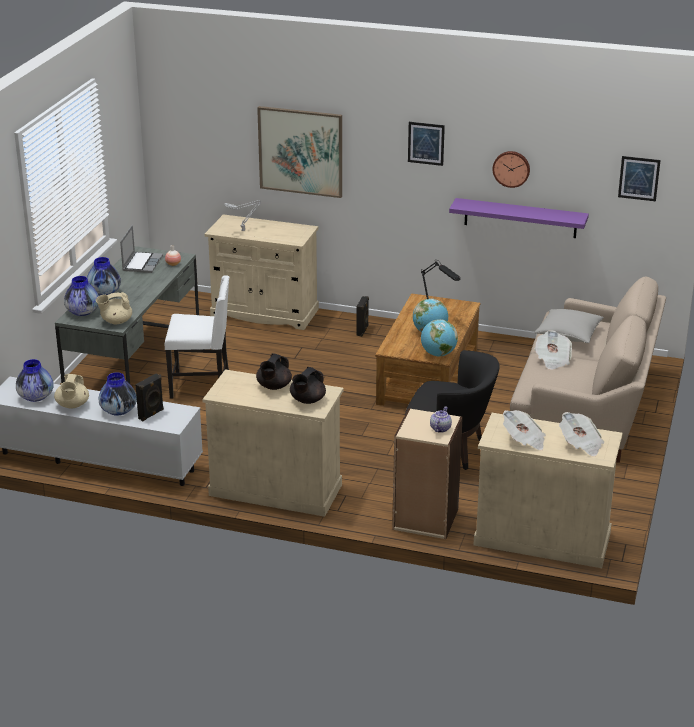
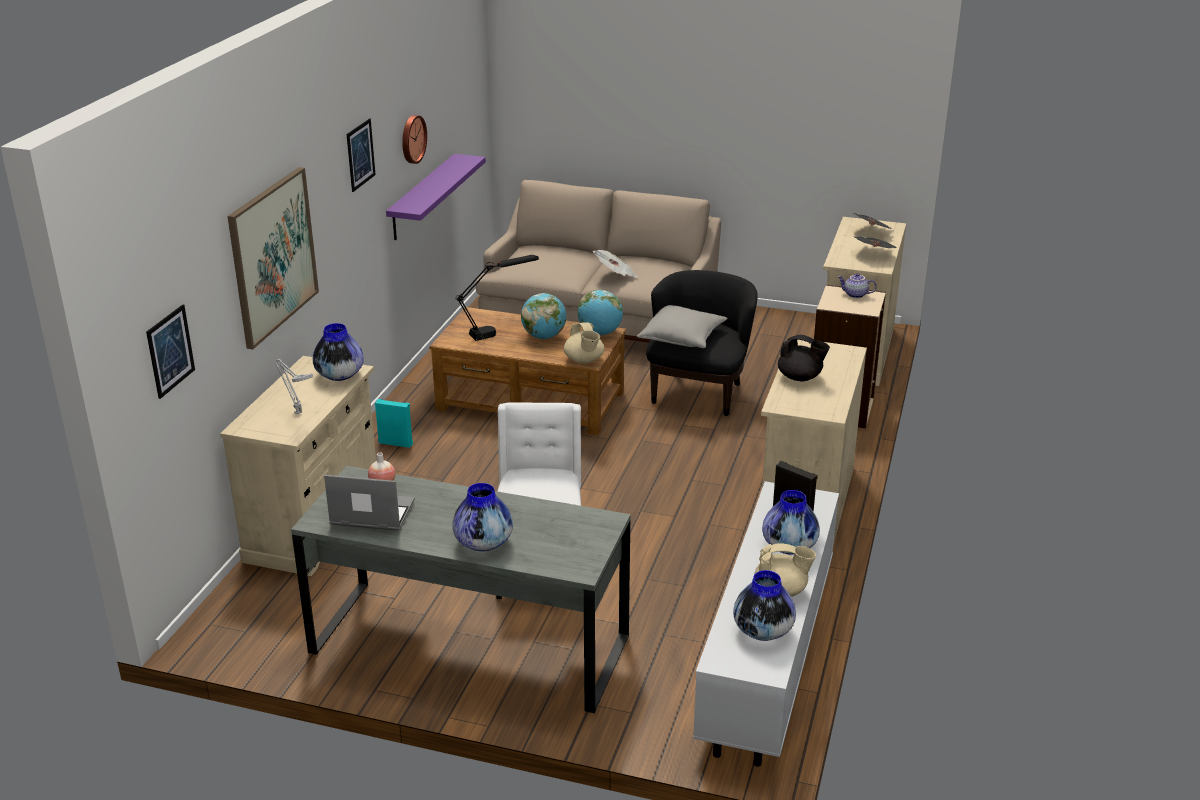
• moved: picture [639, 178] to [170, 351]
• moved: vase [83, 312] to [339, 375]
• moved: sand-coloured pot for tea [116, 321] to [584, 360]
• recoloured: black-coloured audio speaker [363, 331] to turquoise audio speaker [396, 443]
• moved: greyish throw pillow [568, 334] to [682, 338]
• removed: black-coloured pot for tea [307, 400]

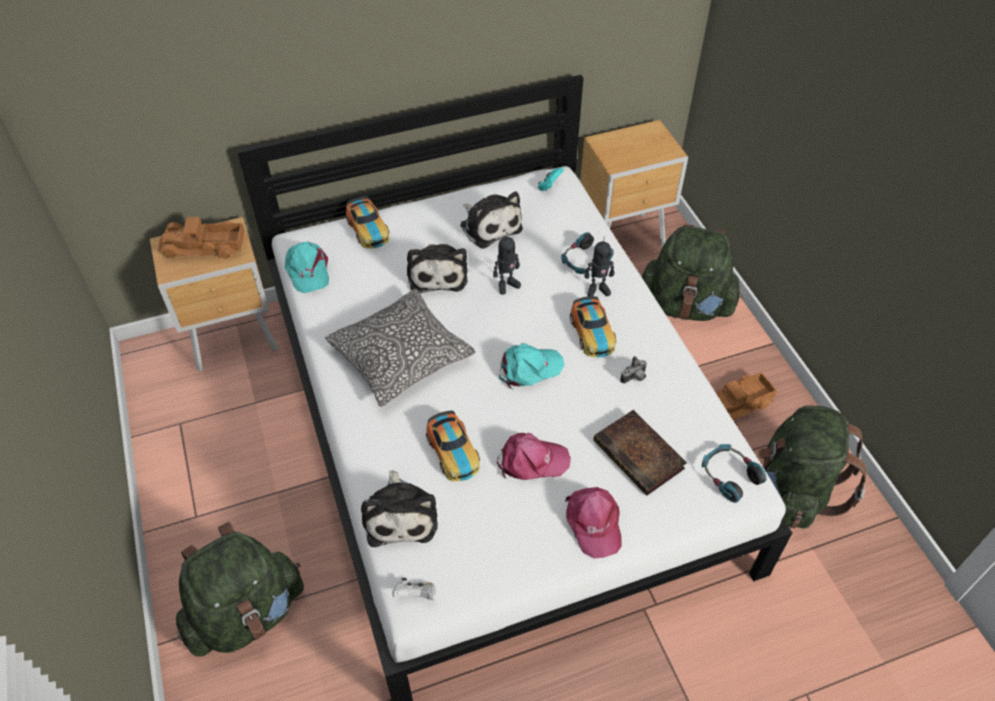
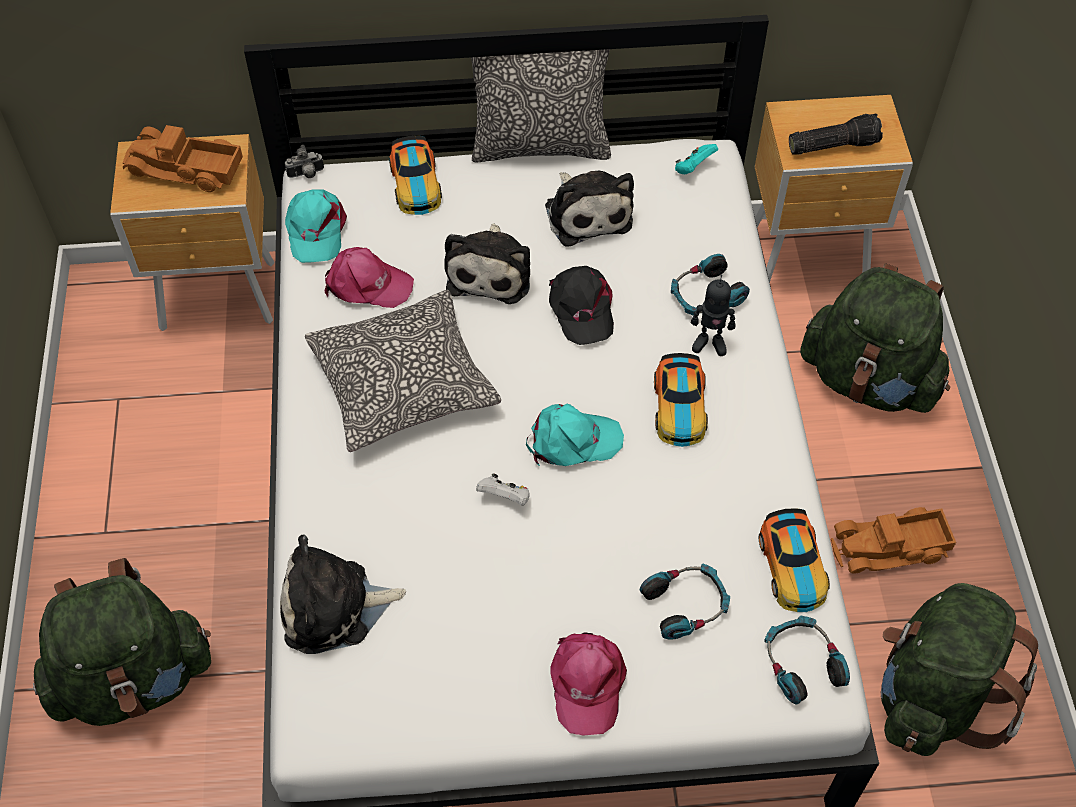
• replaced: toy robot [506, 285] to black-coloured peaked cap [581, 309]
• moved: still camera [634, 378] to [306, 174]
• replaced: volume [640, 456] to pair of headphones [685, 604]
• moved: miniature car [453, 452] to [792, 567]
• moved: pink-coloured peaked cap [532, 461] to [367, 285]
• turned: plush toy [400, 514] = [334, 607] 75 degrees clockwise
• moved: white joypad [416, 595] to [505, 498]
• added: throw pillow [540, 146]
• added: flashlight [833, 144]

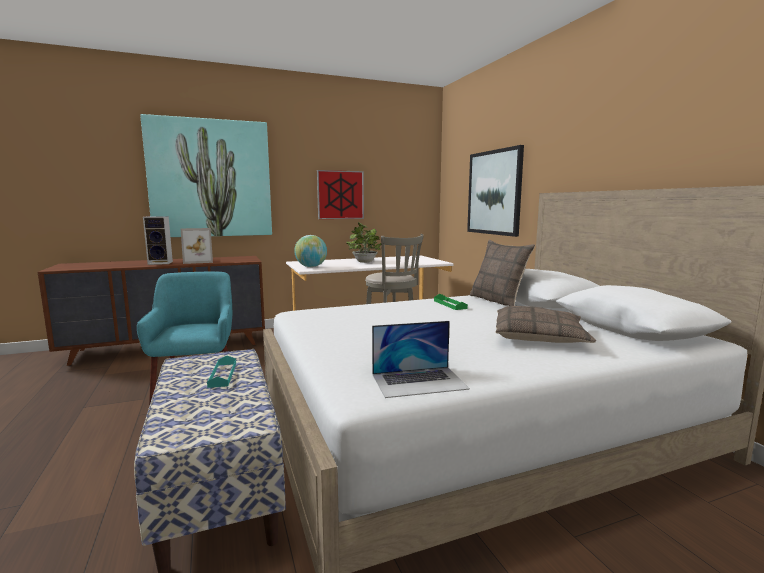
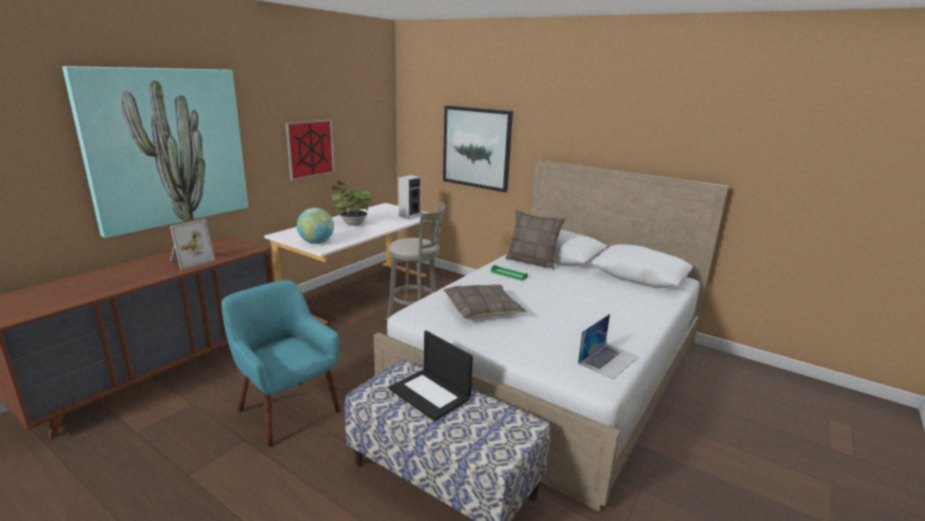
• moved: audio speaker [161, 263] to [410, 216]
• moved: throw pillow [539, 337] to [483, 309]
• replaced: turquoise serving tray [222, 375] to portable computer [430, 394]

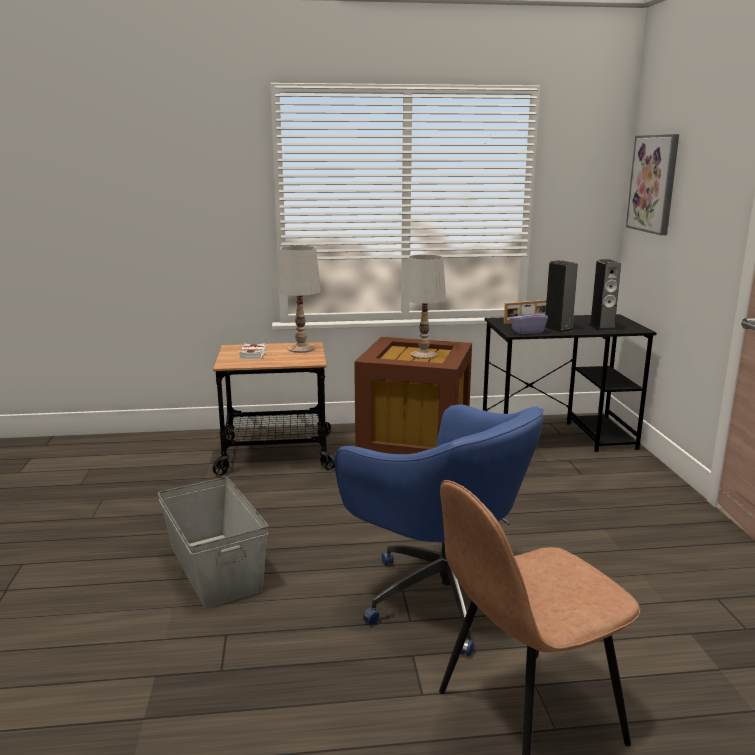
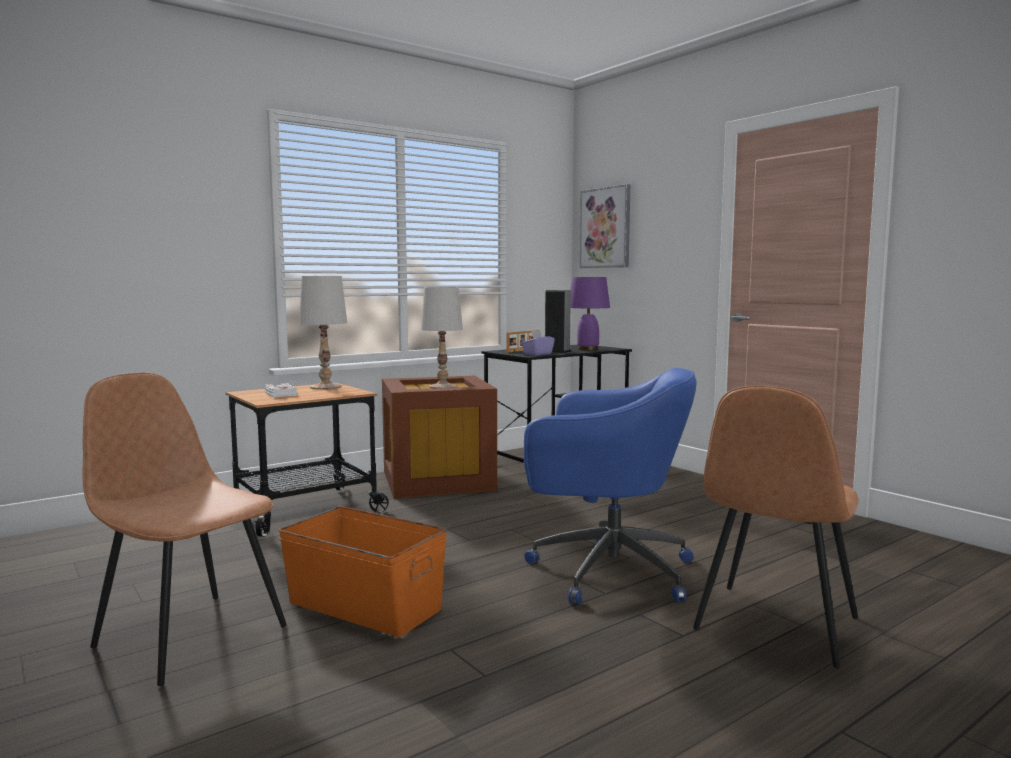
• replaced: audio speaker [602, 327] to purple-coloured table lamp [587, 349]
• recoloured: greyish storage box [215, 568] to orangey storage box [365, 605]
• added: brownish upright chair [189, 635]

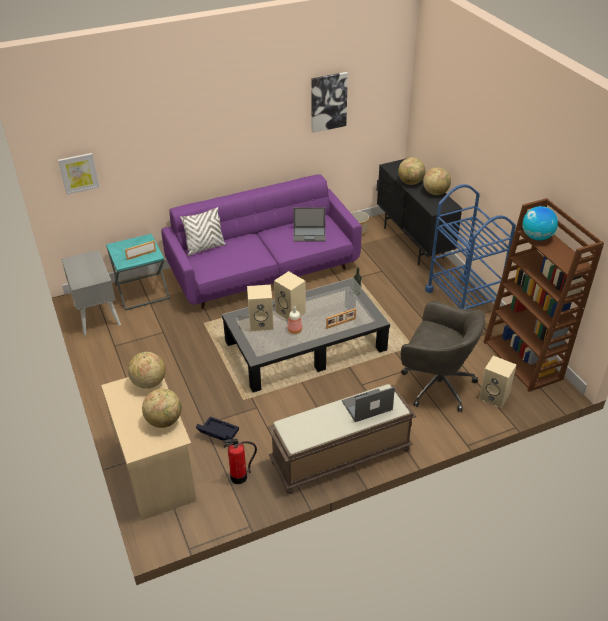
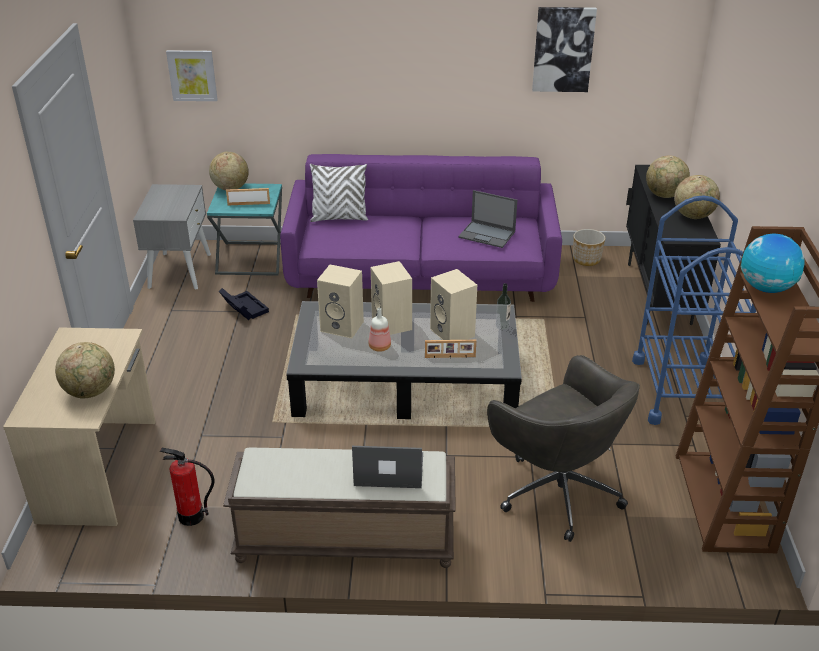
• moved: desk globe [149, 382] to [230, 188]
• moved: sand-coloured audio speaker [494, 397] to [453, 333]
• moved: black-coloured storage box [217, 433] to [243, 308]

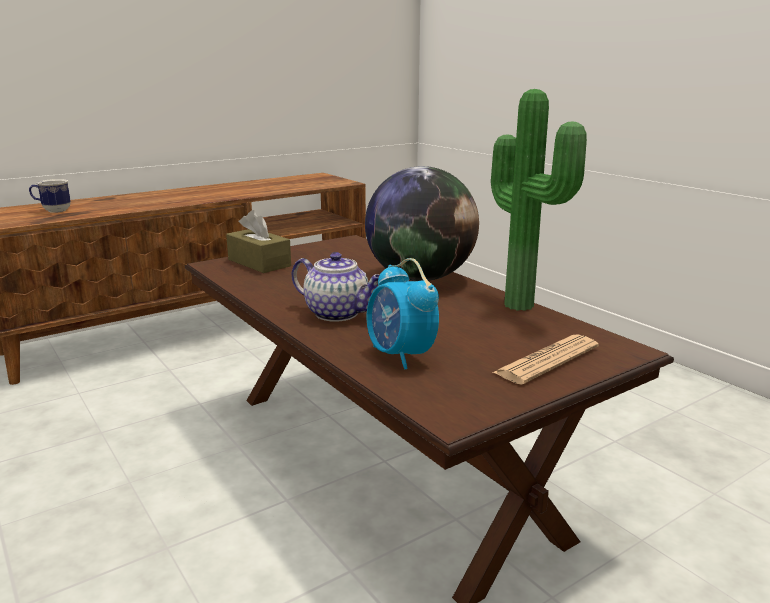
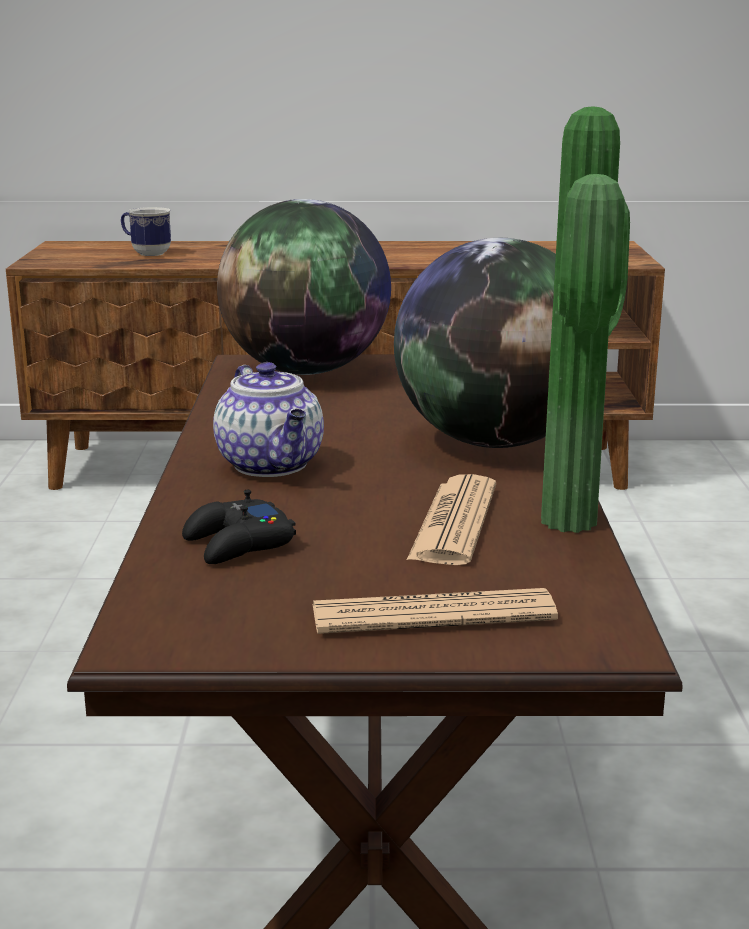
• replaced: brownish box of tissues [259, 263] to desk globe [306, 371]
• replaced: table clock [400, 356] to black-coloured joypad [238, 544]
• added: printed paper [454, 522]

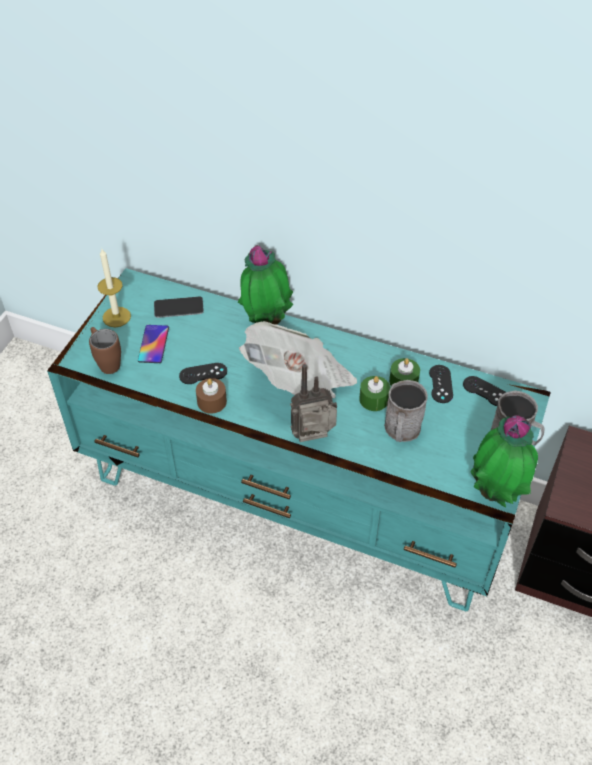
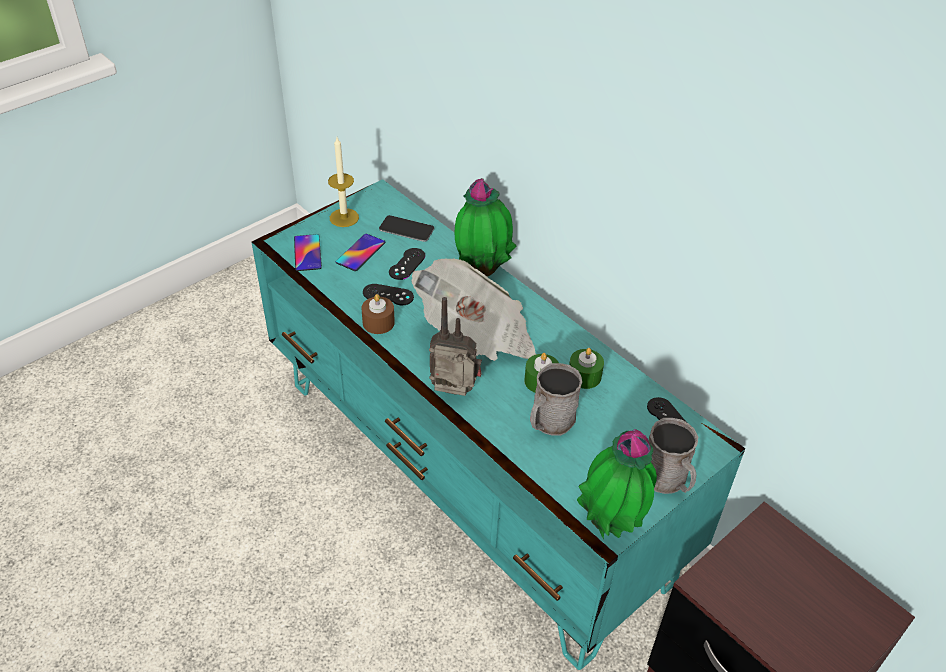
• replaced: brownish mug [106, 362] to phone [307, 253]
• moved: black-coloured joypad [441, 384] to [407, 264]

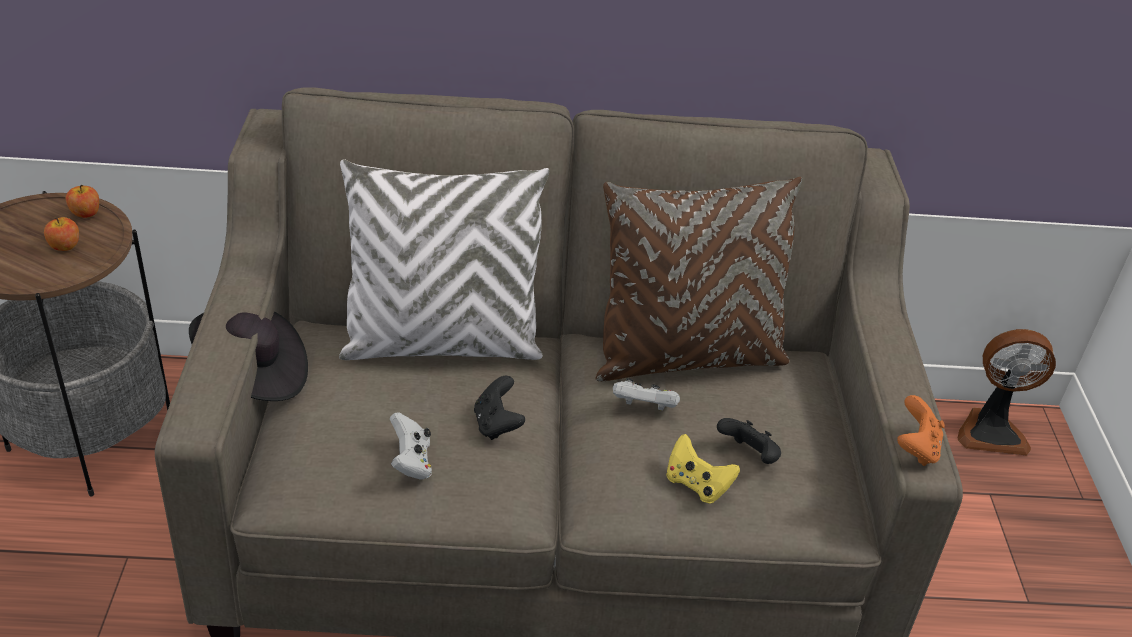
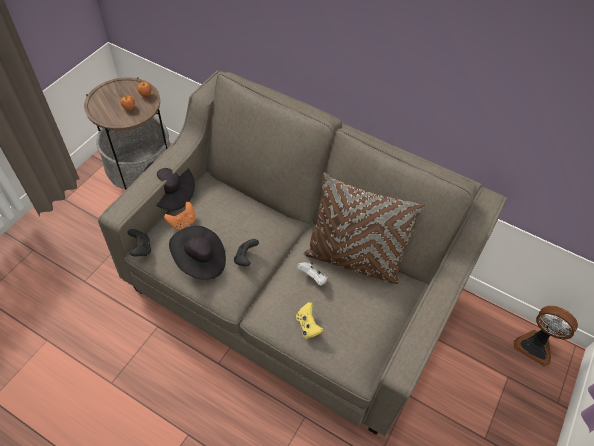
• removed: white throw pillow [442, 344]
• moved: orangey joypad [915, 448] to [182, 222]
• replaced: white joypad [411, 462] to black-coloured clothing hat [200, 261]
• moved: black-coloured joypad [748, 456] to [141, 249]

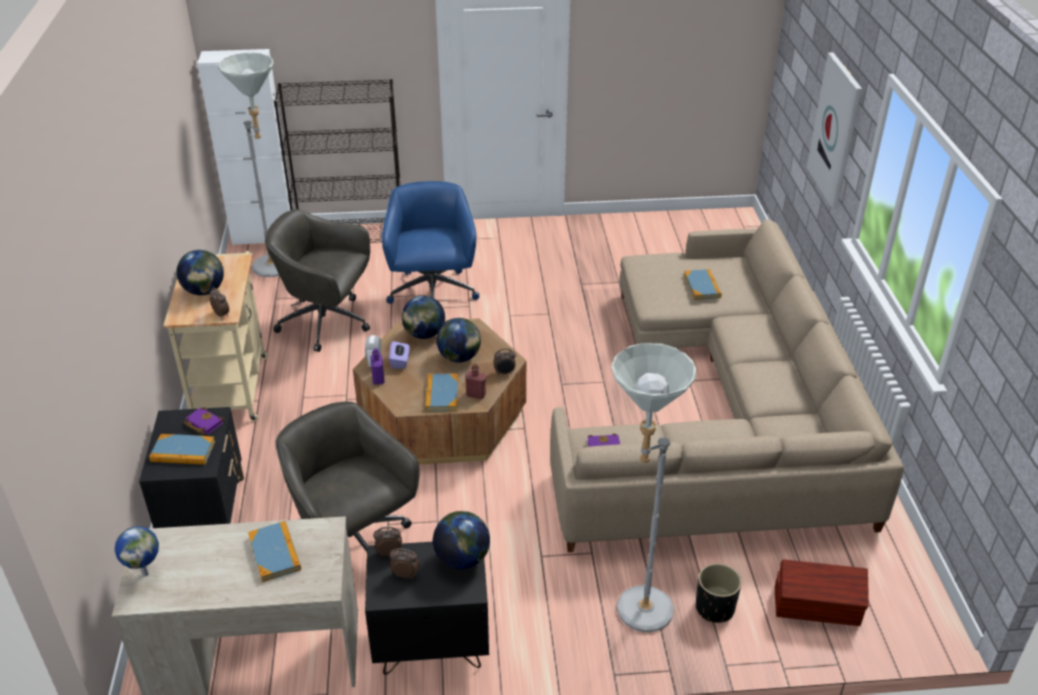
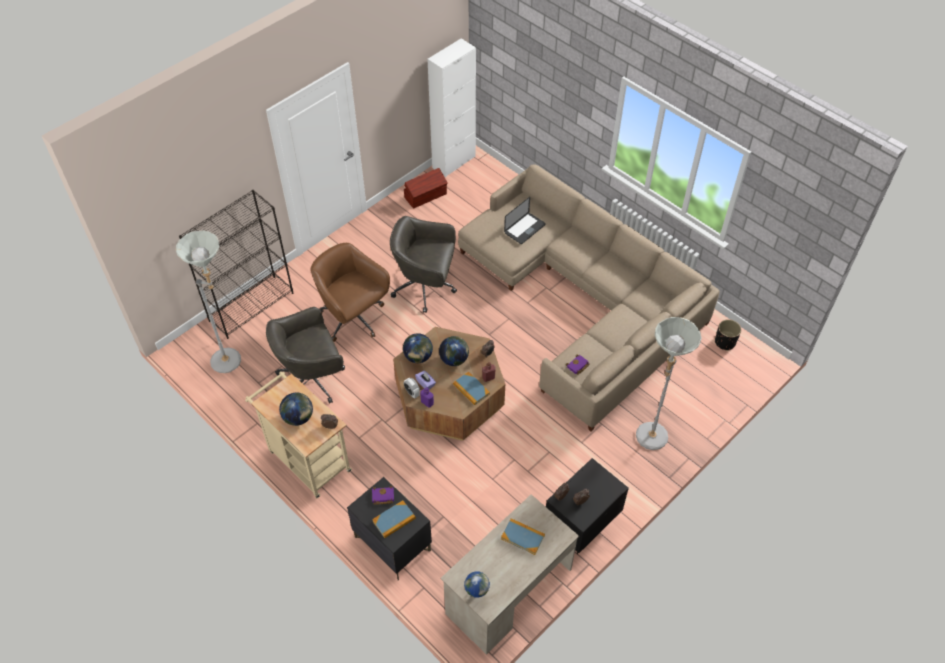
• moved: white cupboard [264, 236] to [454, 162]
• removed: picture [836, 130]
• recoloured: bluish computer chair [432, 295] to brownish computer chair [353, 319]
• replaced: volume [702, 286] to portable computer [524, 229]
• moved: greyish computer chair [353, 545] to [425, 287]
• removed: desk globe [462, 559]
• moved: brownish storage box [817, 607] to [426, 196]
• moved: black-coloured flower pot [715, 608] to [725, 342]

